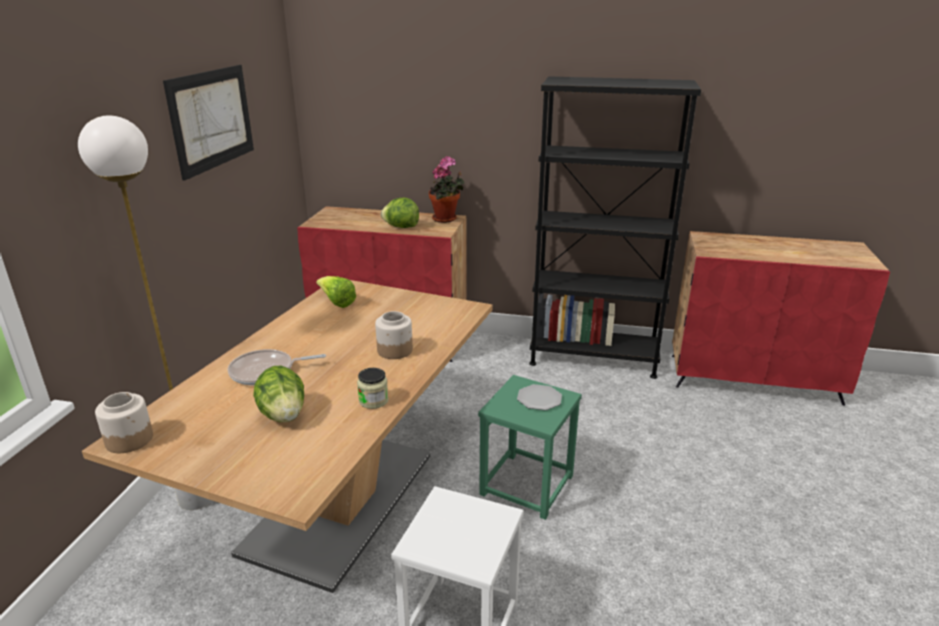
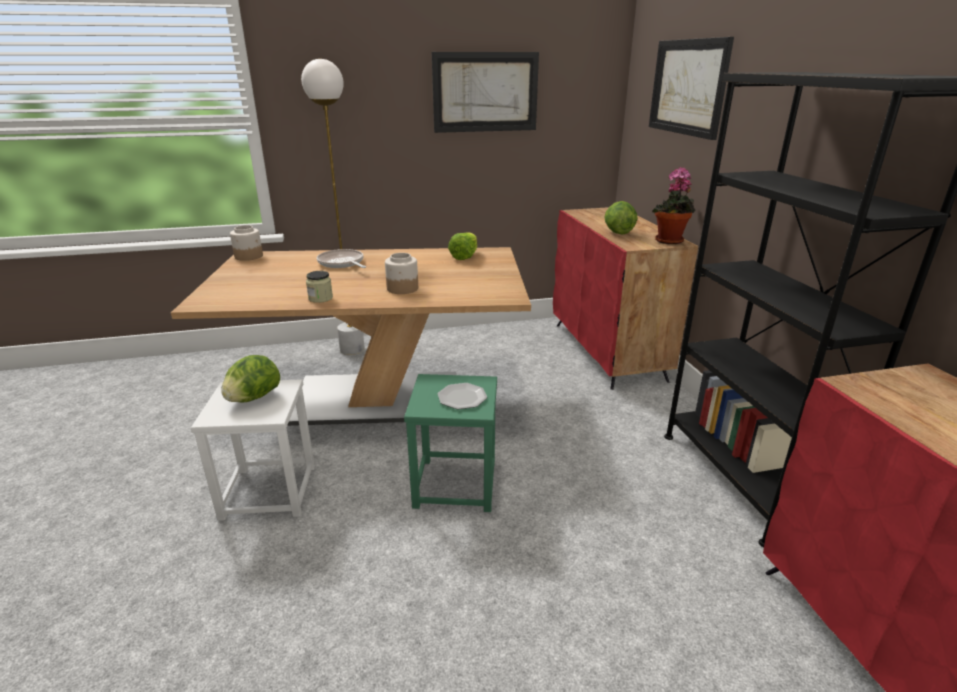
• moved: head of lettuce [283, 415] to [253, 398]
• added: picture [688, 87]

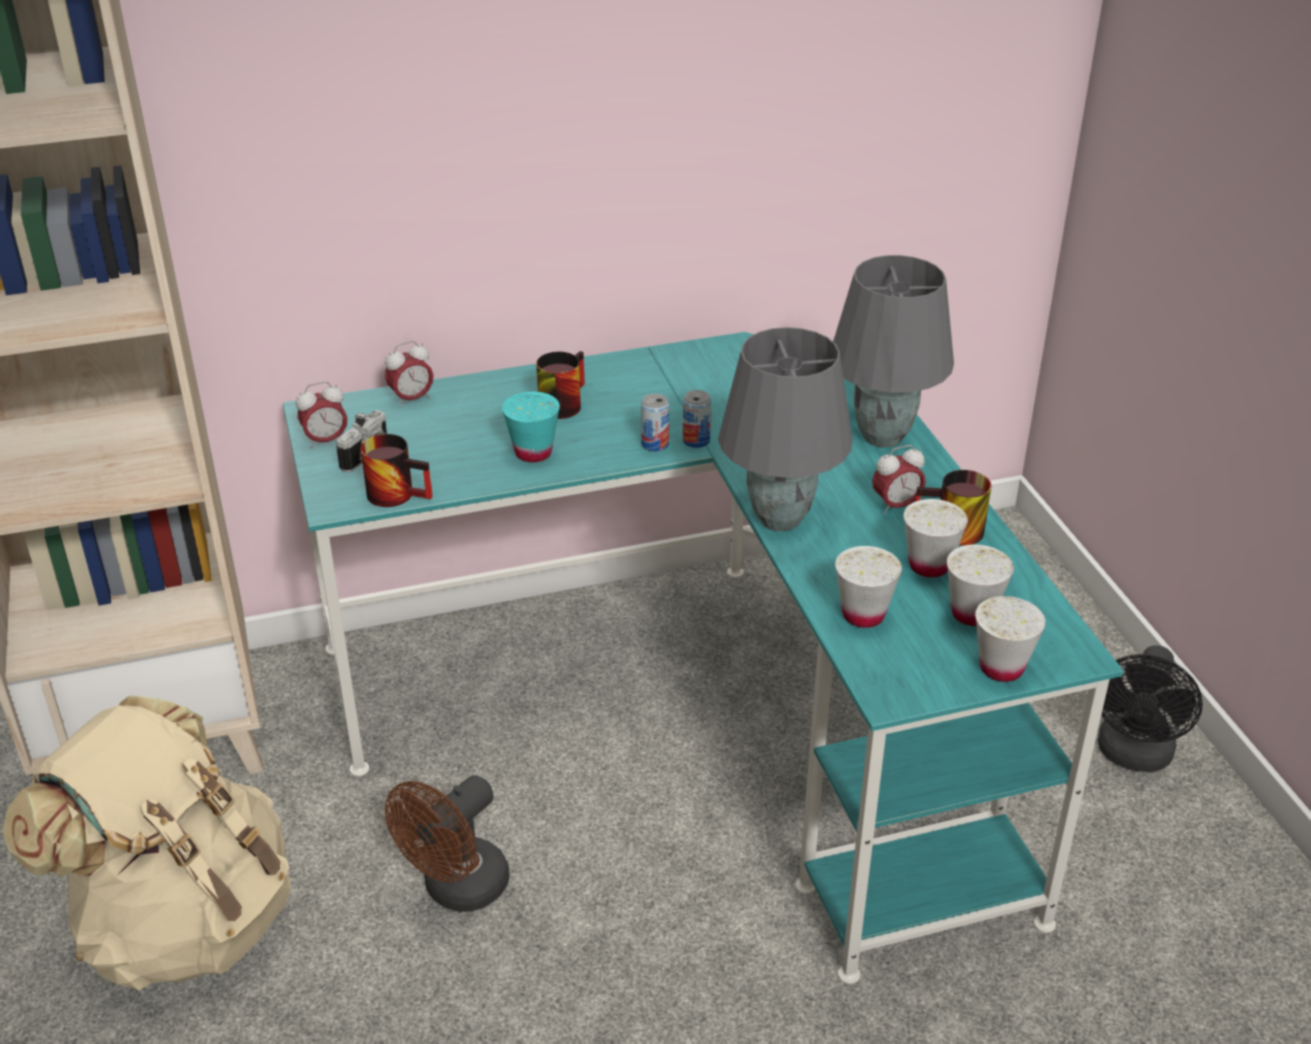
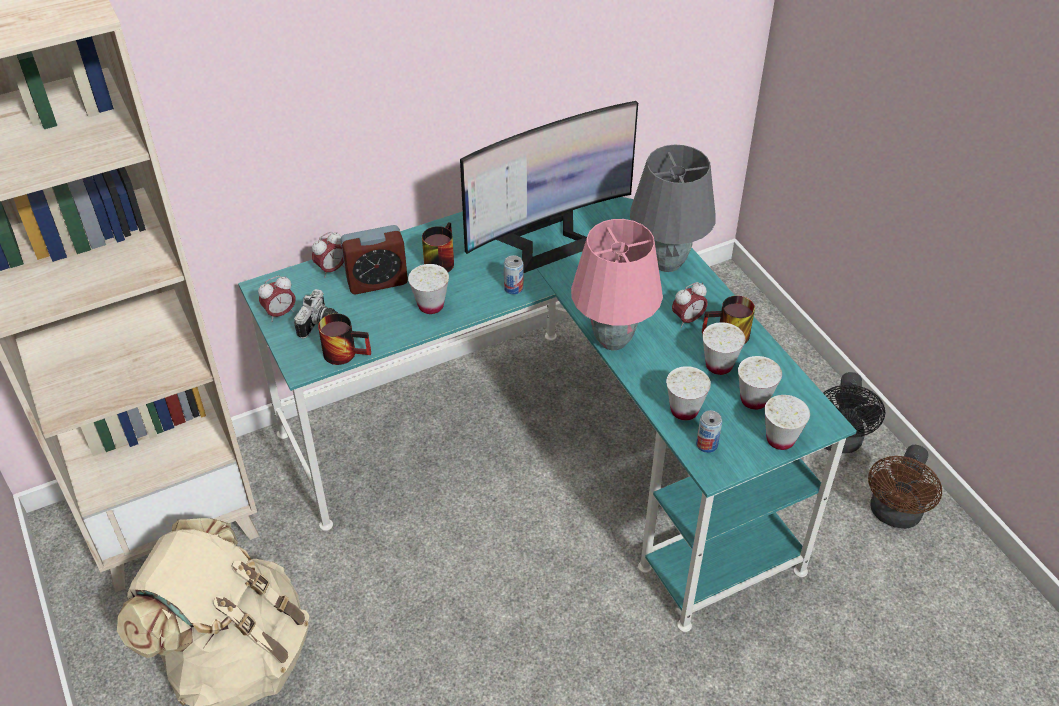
• recoloured: greyish table lamp [780, 520] to pink-coloured table lamp [613, 341]
• moved: can [696, 441] to [706, 444]
• recoloured: turquoise cup [533, 453] to white cup [431, 305]
• moved: brownish fan [457, 890] to [894, 515]
• added: computer screen [547, 240]
• added: table clock [377, 281]

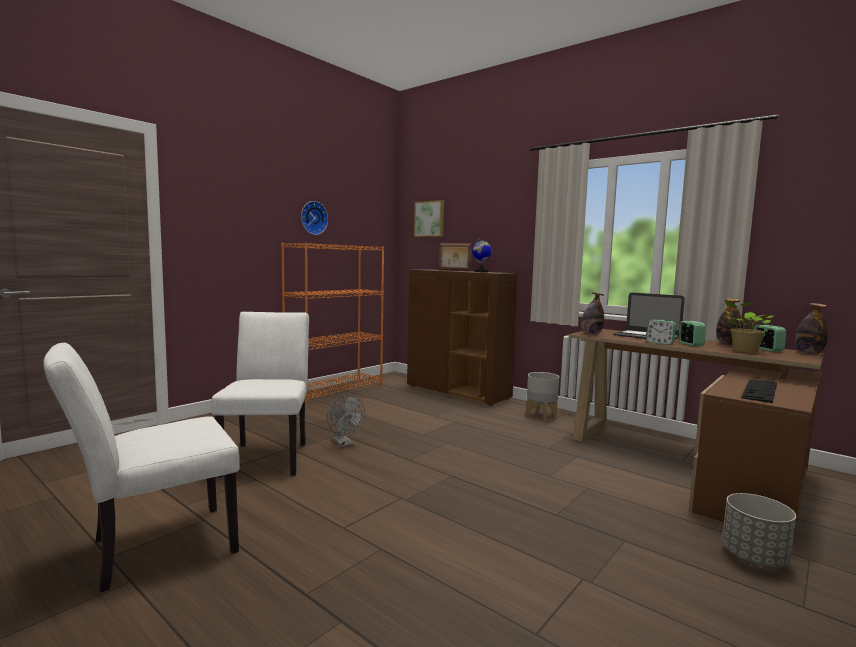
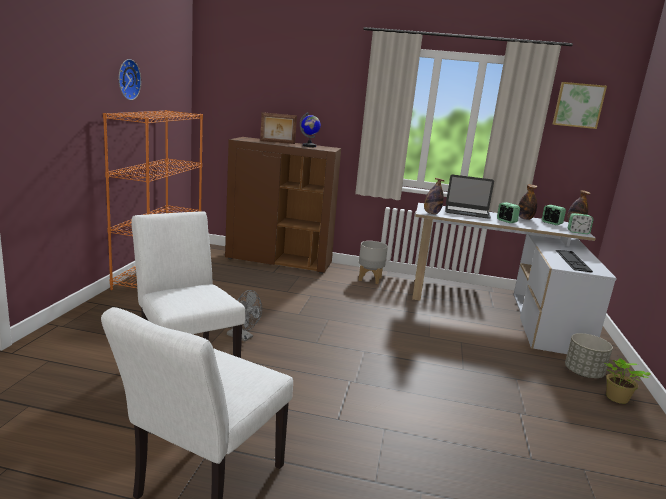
• moved: picture [430, 219] to [578, 105]
• moved: plant in a pot [743, 351] to [616, 398]
• moved: table clock [659, 343] to [578, 232]
• recoloured: brownish desk unit [693, 466] to white desk unit [502, 310]

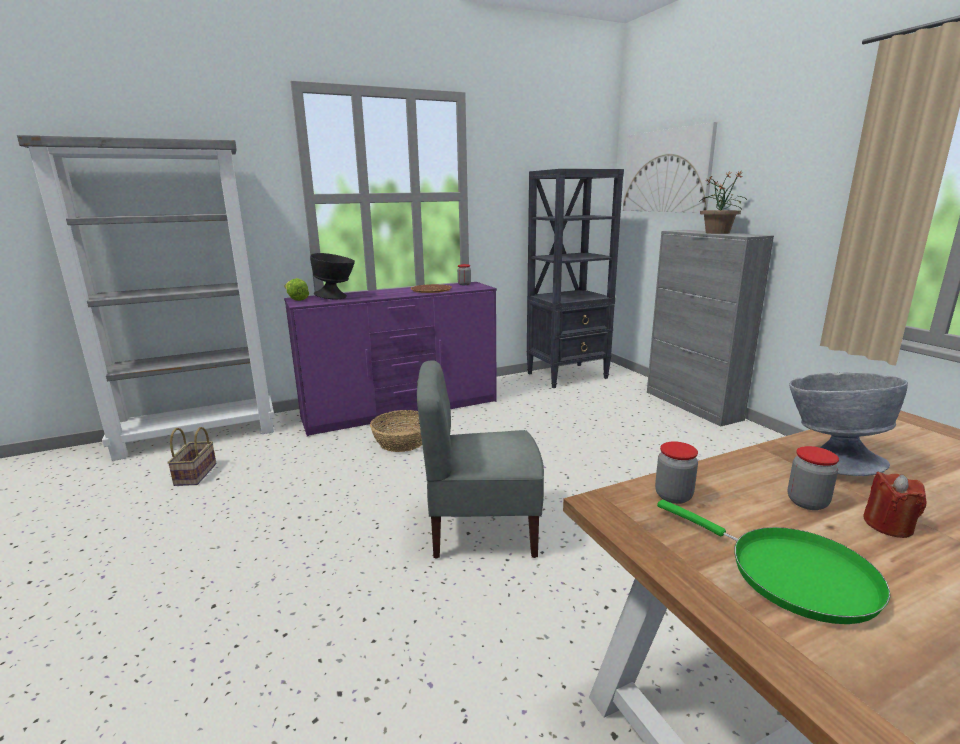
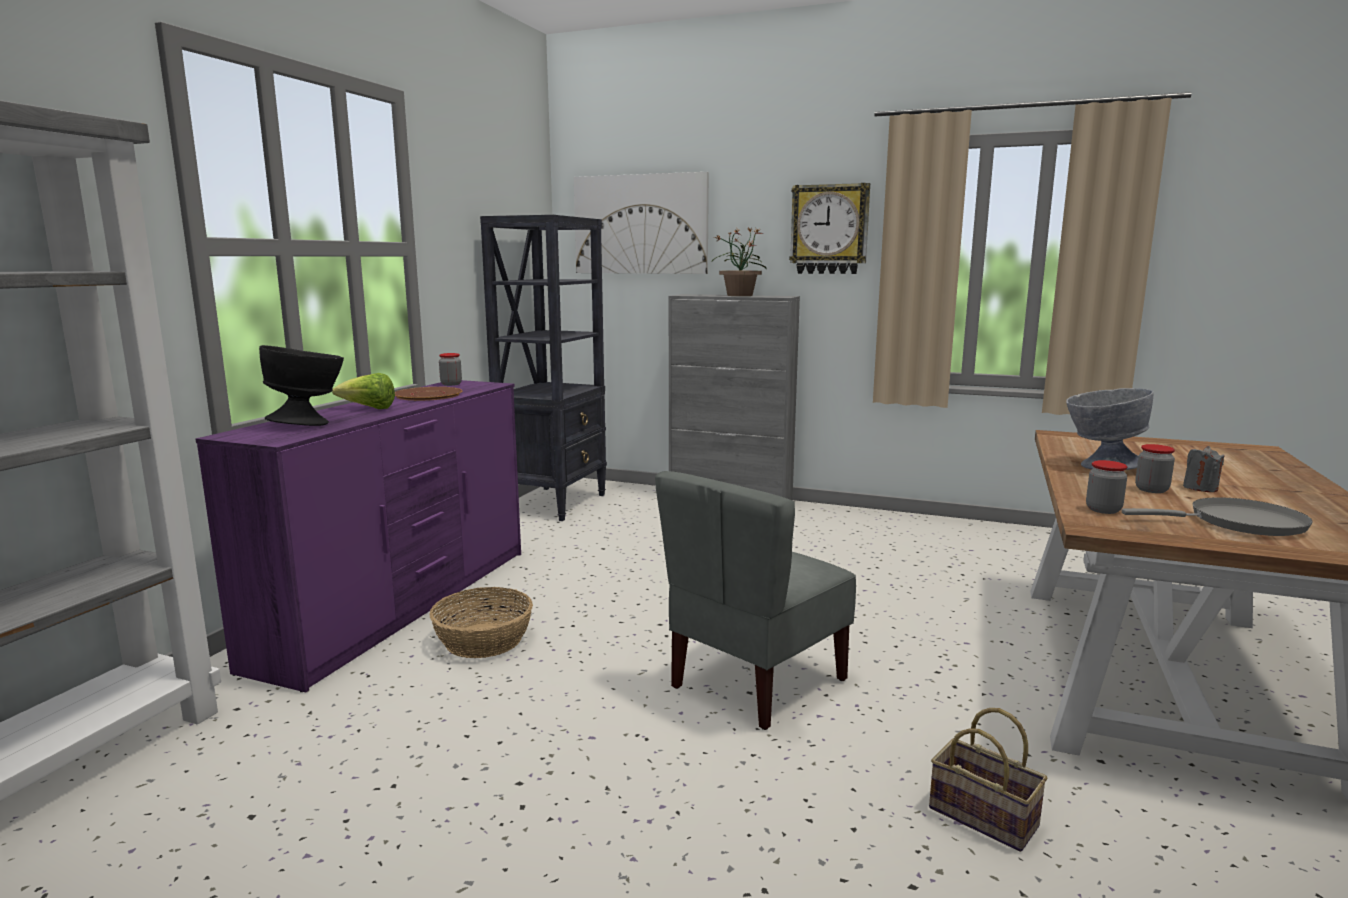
• moved: head of lettuce [296, 299] to [369, 409]
• moved: storage basket [196, 475] to [986, 817]
• recoloured: red-coloured wax light [888, 525] to greyish wax light [1200, 488]
• recoloured: green-coloured pan [791, 574] to greyish pan [1239, 523]
• added: wall clock [829, 229]

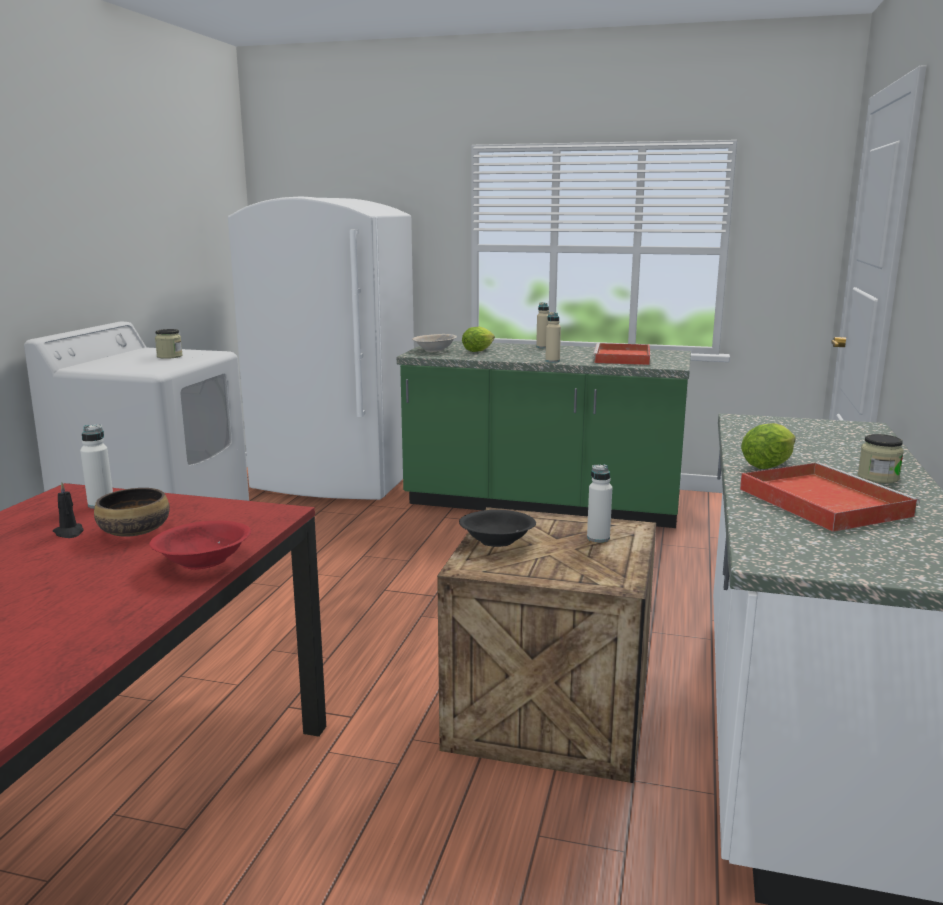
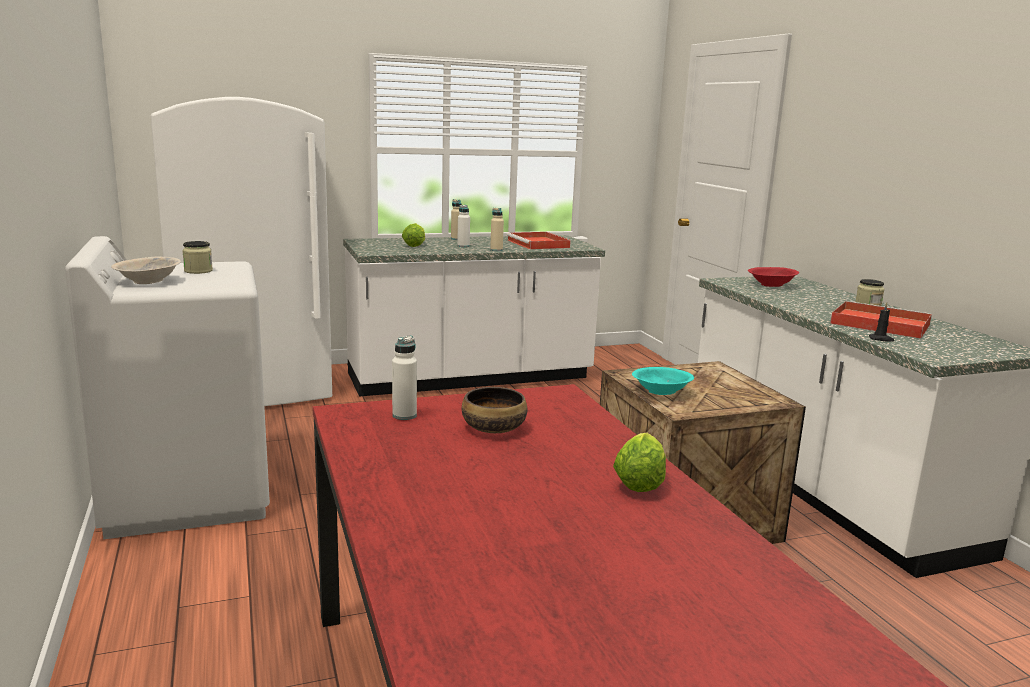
• moved: sand-coloured bowl [434, 350] to [148, 281]
• recoloured: green-coloured counter [542, 505] to white counter [470, 378]
• moved: head of lettuce [770, 465] to [640, 481]
• moved: white bottle [598, 538] to [463, 246]
• moved: black-coloured wax light [69, 533] to [881, 339]
• recoloured: black-coloured bowl [496, 542] to turquoise bowl [661, 392]
• moved: red-coloured bowl [203, 563] to [771, 285]

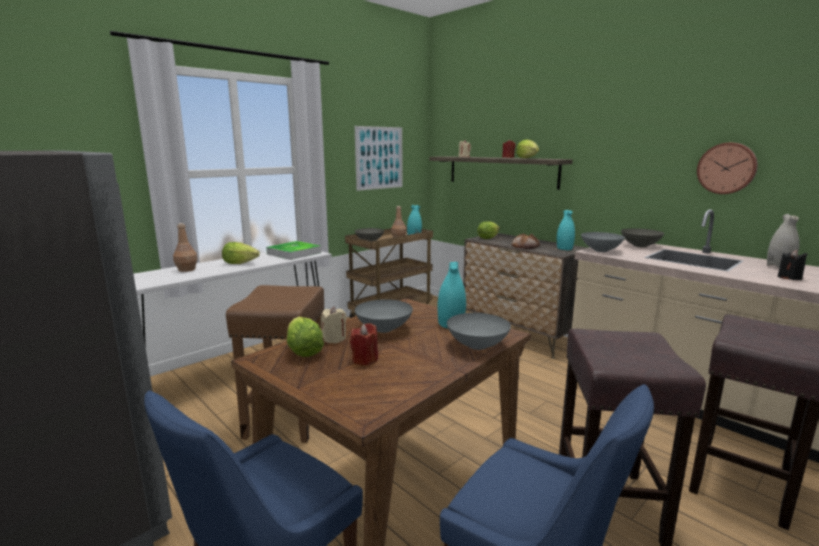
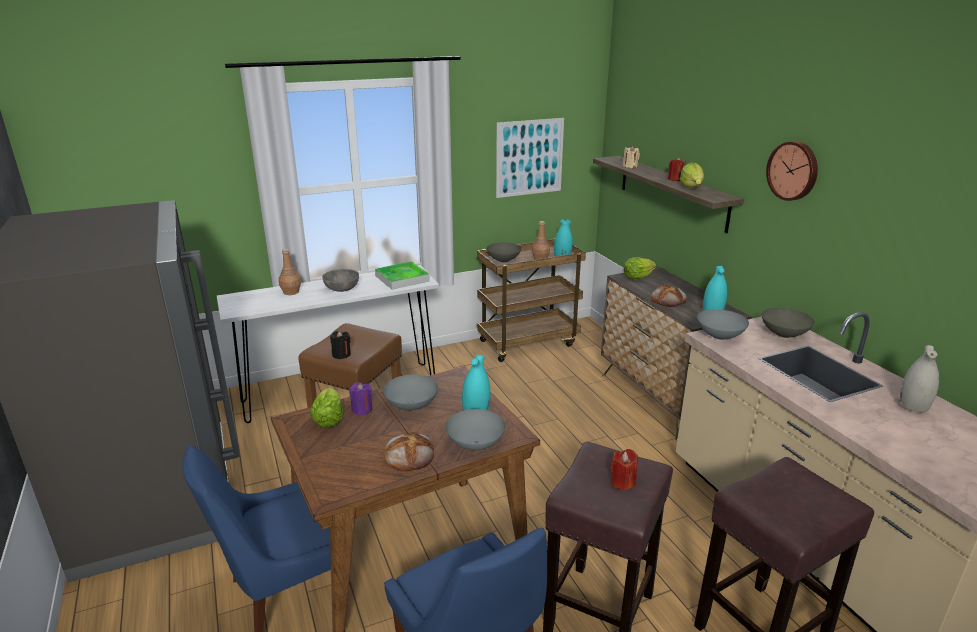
• moved: wall clock [727, 168] to [793, 170]
• replaced: head of lettuce [240, 263] to greyish bowl [342, 288]
• moved: black-coloured wax light [789, 278] to [341, 355]
• recoloured: sand-coloured wax light [334, 339] to purple-coloured wax light [362, 409]
• moved: red-coloured wax light [365, 360] to [622, 482]
• added: baked bread [410, 455]

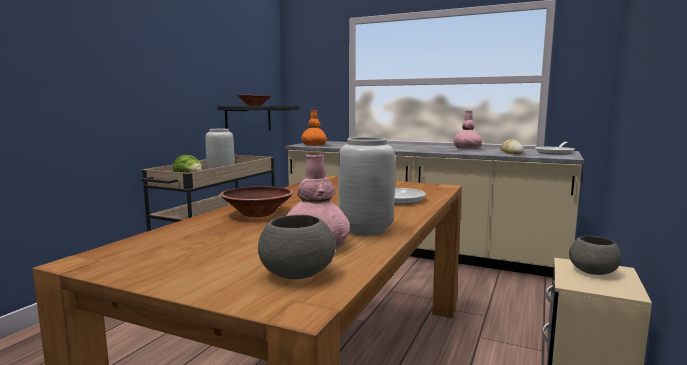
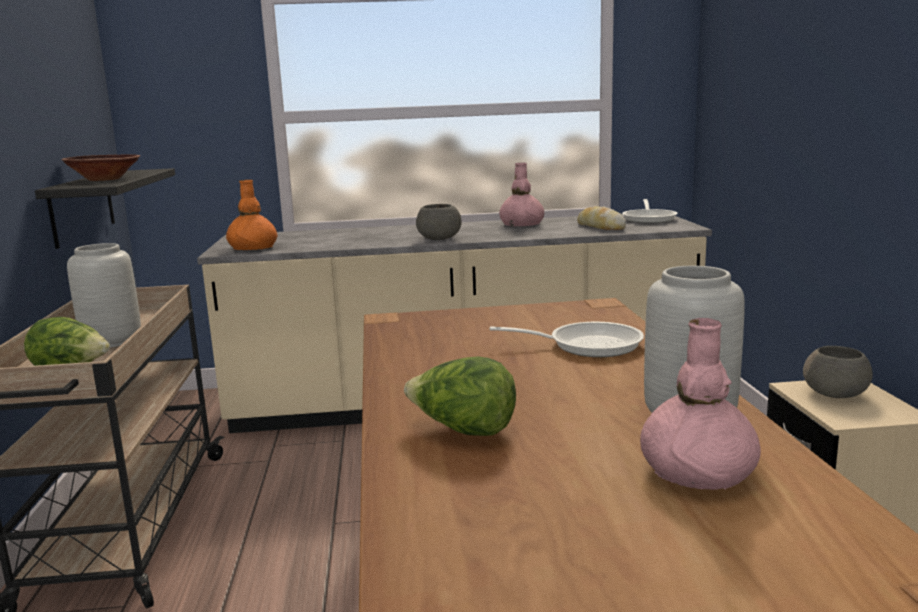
• replaced: brownish bowl [257, 214] to head of lettuce [463, 431]
• moved: greyish bowl [296, 274] to [438, 239]

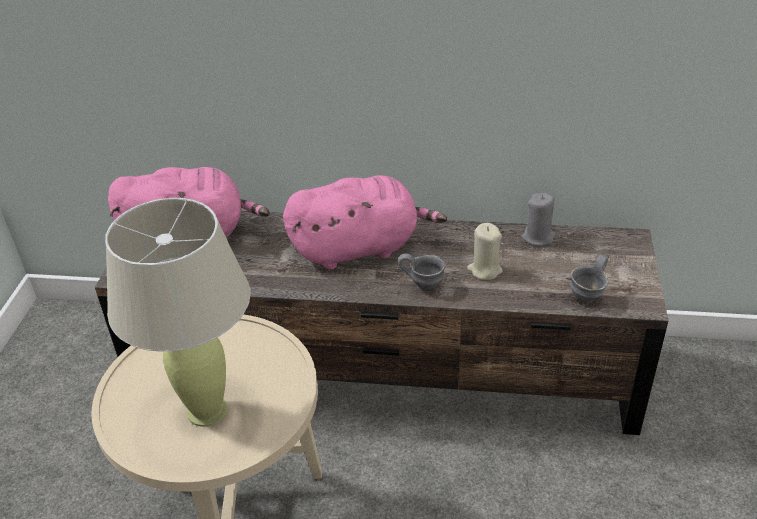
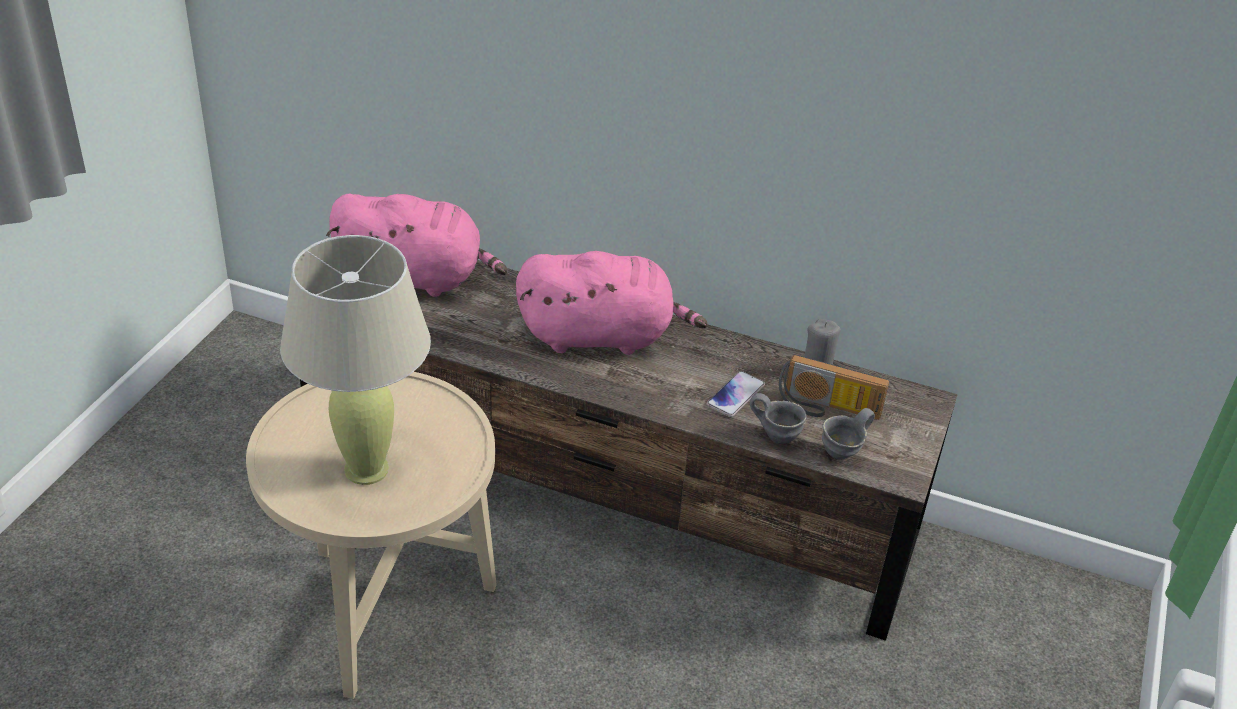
• replaced: sand-coloured wax light [484, 270] to phone [735, 395]
• moved: greyish mug [424, 284] to [776, 434]
• added: radio set [827, 408]

